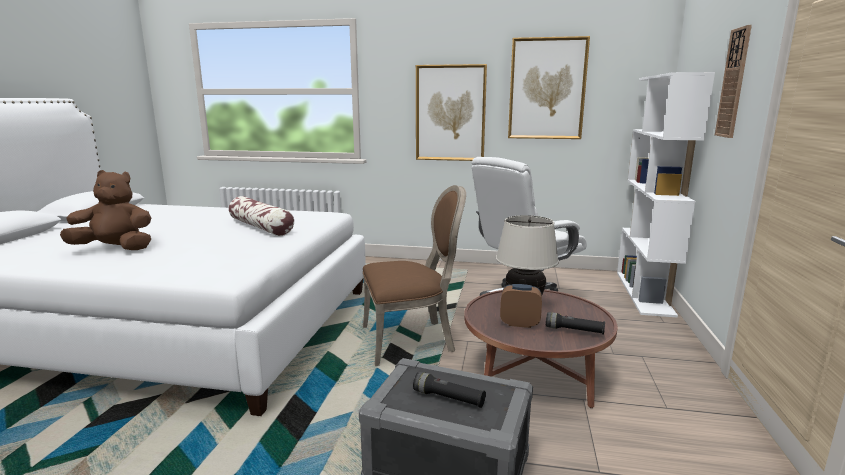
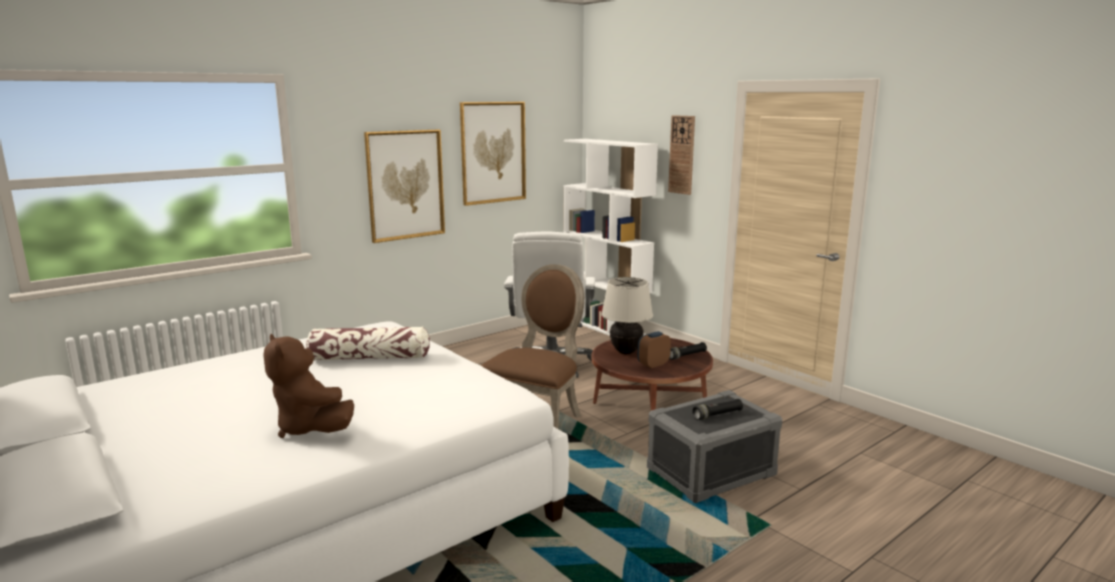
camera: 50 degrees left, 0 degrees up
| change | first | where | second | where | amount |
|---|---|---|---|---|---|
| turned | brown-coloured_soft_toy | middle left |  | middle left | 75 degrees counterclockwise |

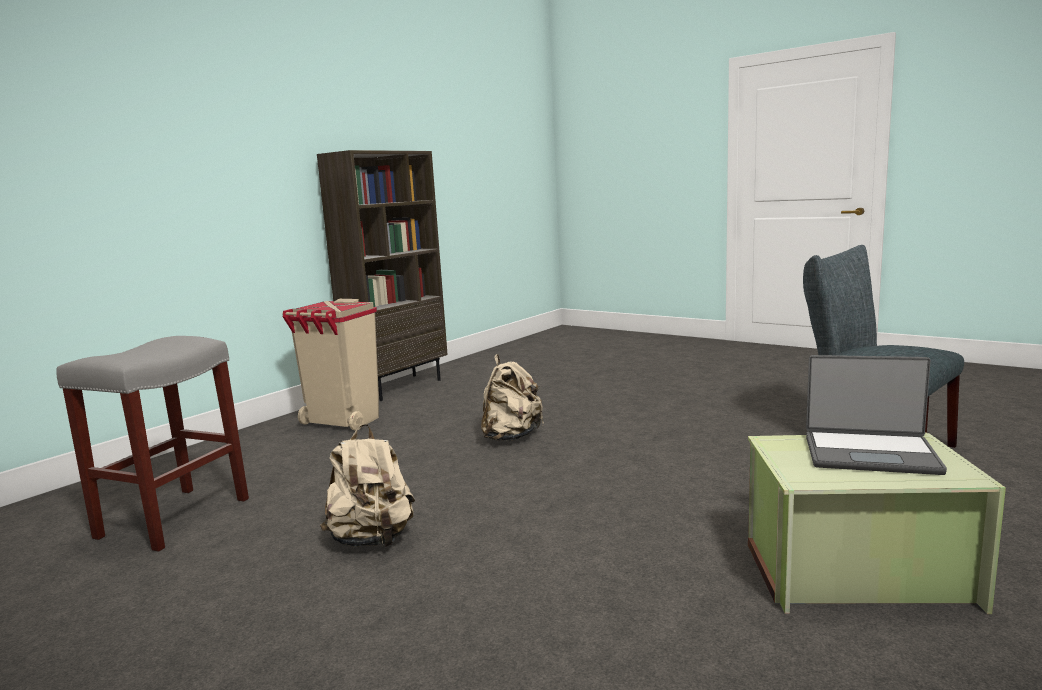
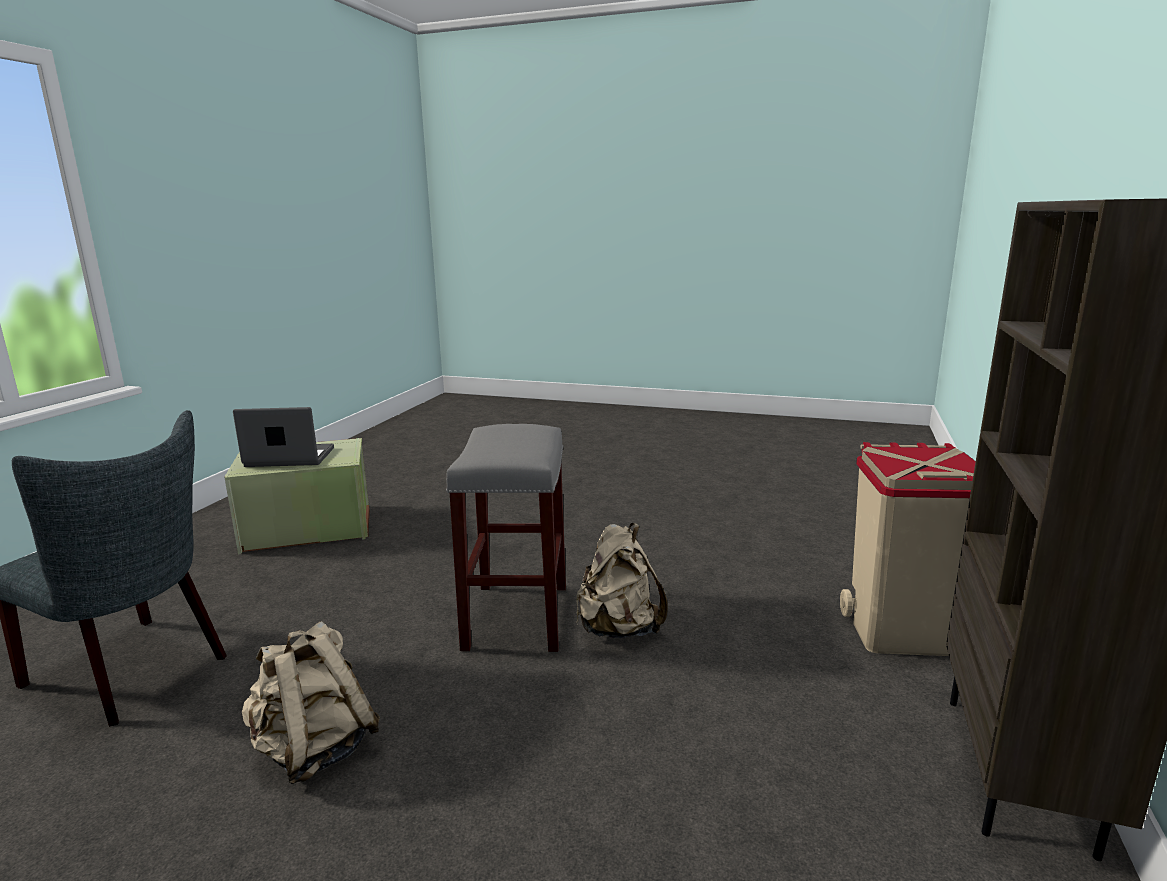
camera: 160 degrees right, 5 degrees up
| change | first | where | second | where | amount |
|---|---|---|---|---|---|
| moved | gray_stool | middle left |  | centre |  |
| moved | sand-coloured_rucksack (1st from left) | bottom centre |  | bottom left |  |

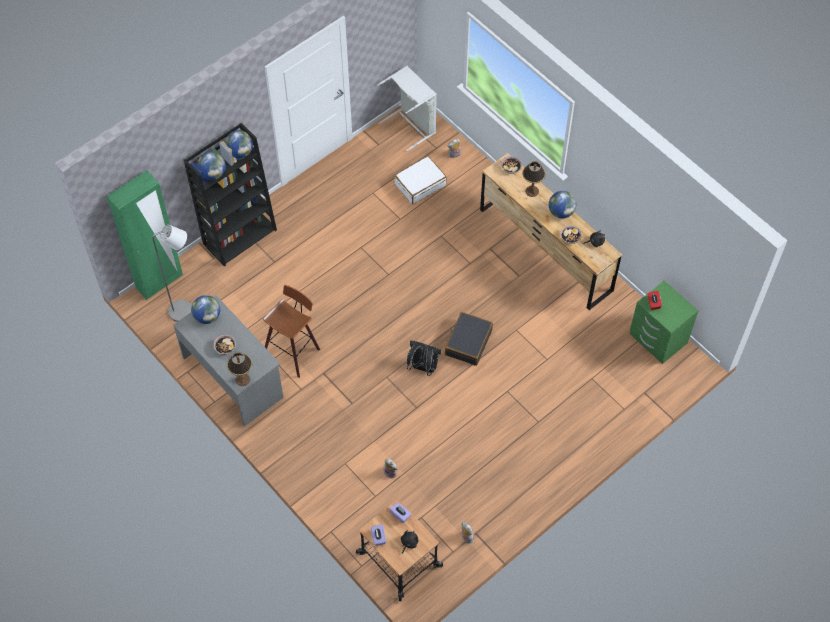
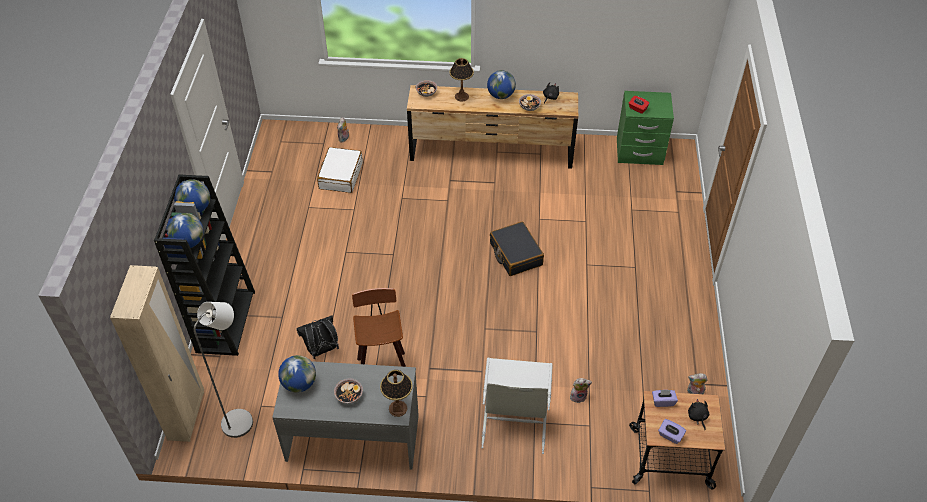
camera: 45 degrees left, 10 degrees down
| change | first | where | second | where | amount |
|---|---|---|---|---|---|
| recoloured | green-coloured_armoire | middle left | sand-coloured_armoire | bottom left |  |
| moved | gray_laundry_basket | top centre |  | bottom centre |  |
| moved | black_rucksack | centre |  | bottom centre |  |

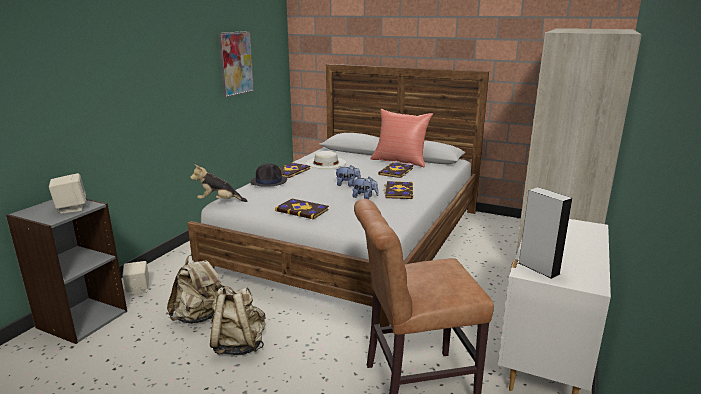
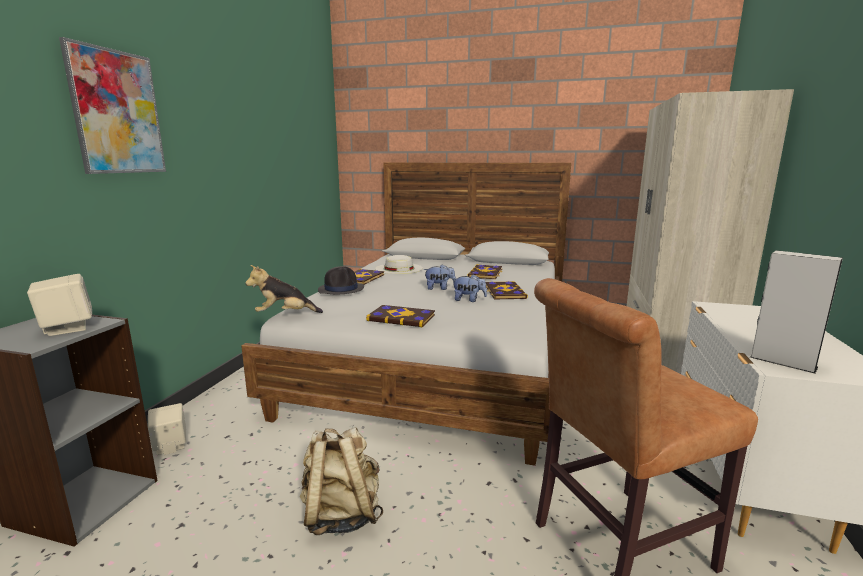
camera: 10 degrees left, 5 degrees down
| change | first | where | second | where | amount |
|---|---|---|---|---|---|
| removed | sand-coloured_rucksack (1st from left) | bottom left |  |  |  |
| moved | wall_picture | top centre |  | top left |  |
| removed | red-coloured_pillow | centre |  |  |  |

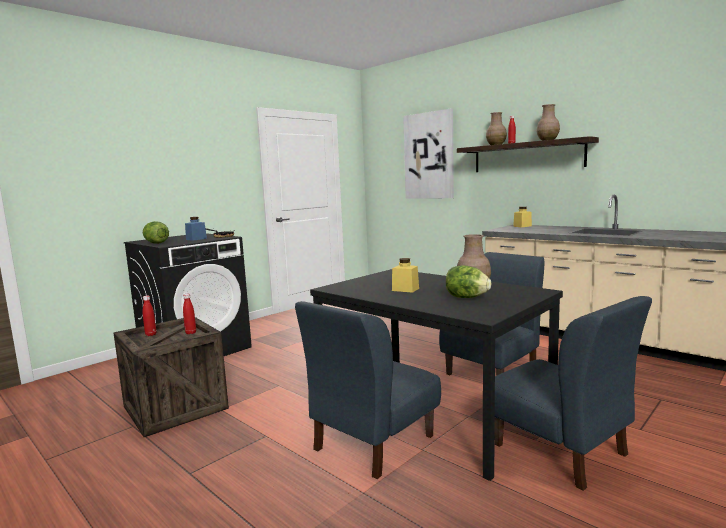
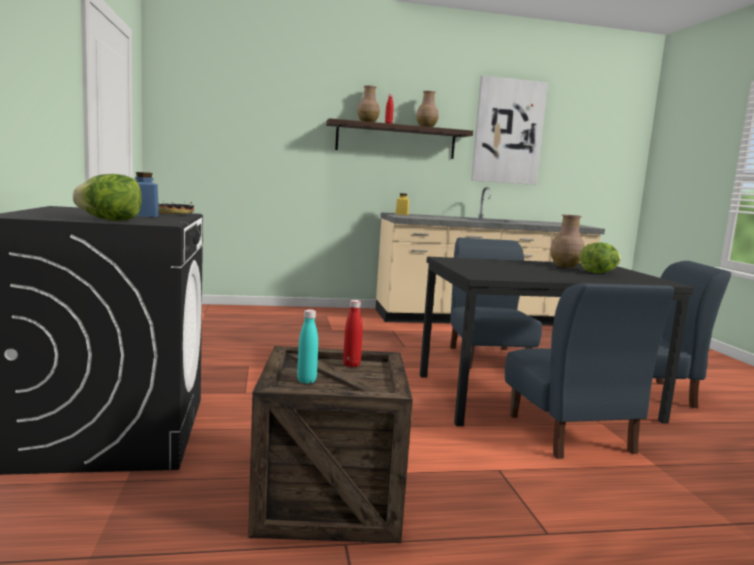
camera: 55 degrees left, 0 degrees up
| change | first | where | second | where | amount |
|---|---|---|---|---|---|
| recoloured | red-coloured_drink_bottle (1st from left) | middle left | turquoise-coloured_drink_bottle | centre |  |
| removed | yellow-coloured_storage_jar (1st from left) | centre |  |  |  |
| moved | wall_picture | top centre |  | top right |  |

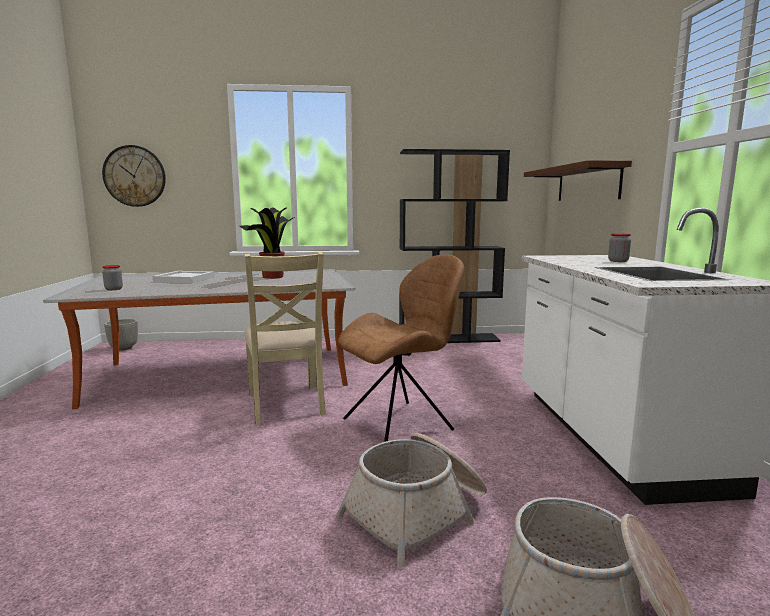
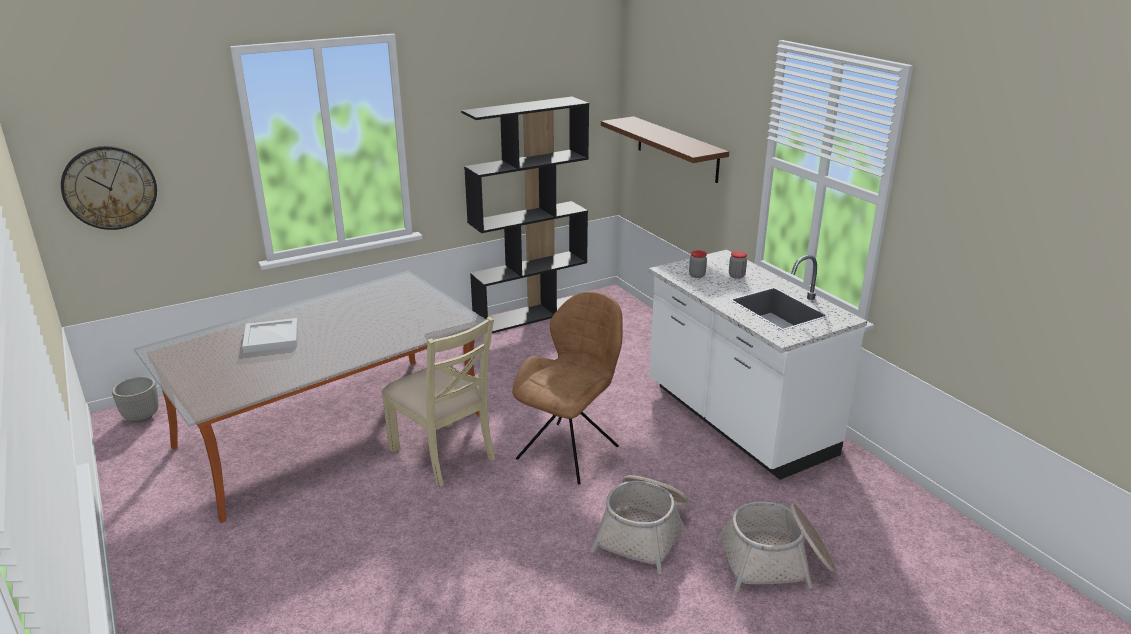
camera: 25 degrees left, 15 degrees up
| change | first | where | second | where | amount |
|---|---|---|---|---|---|
| moved | storage_jar (1st from left) | middle left |  | centre |  |
| removed | potted_plant | centre |  |  |  |

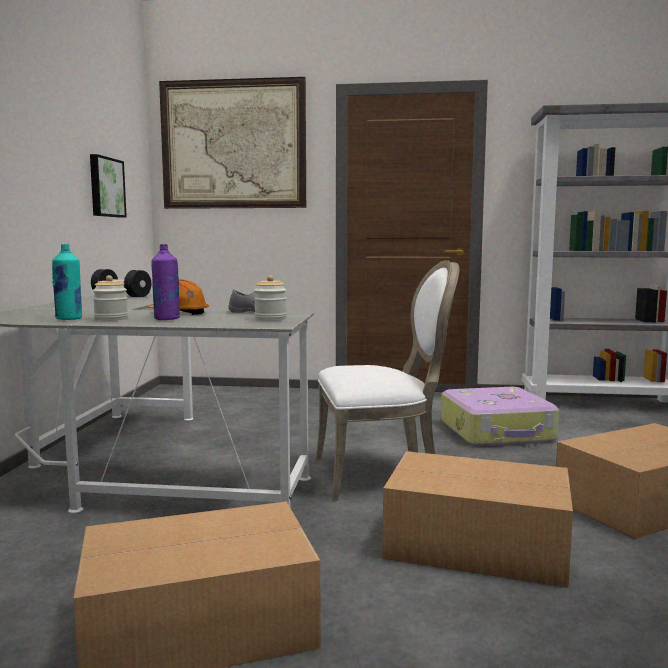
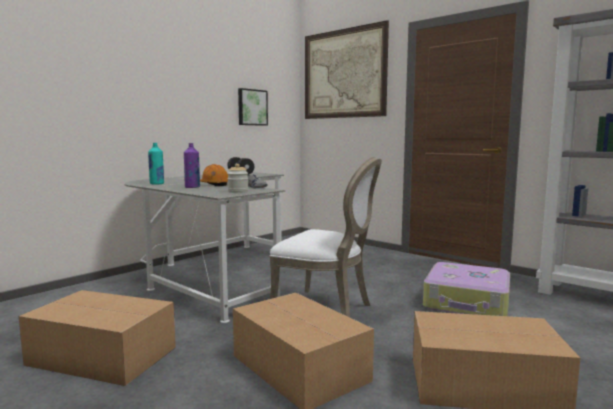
camera: 35 degrees right, 0 degrees up
| change | first | where | second | where | amount |
|---|---|---|---|---|---|
| removed | storage_jar (1st from left) | middle left |  |  |  |

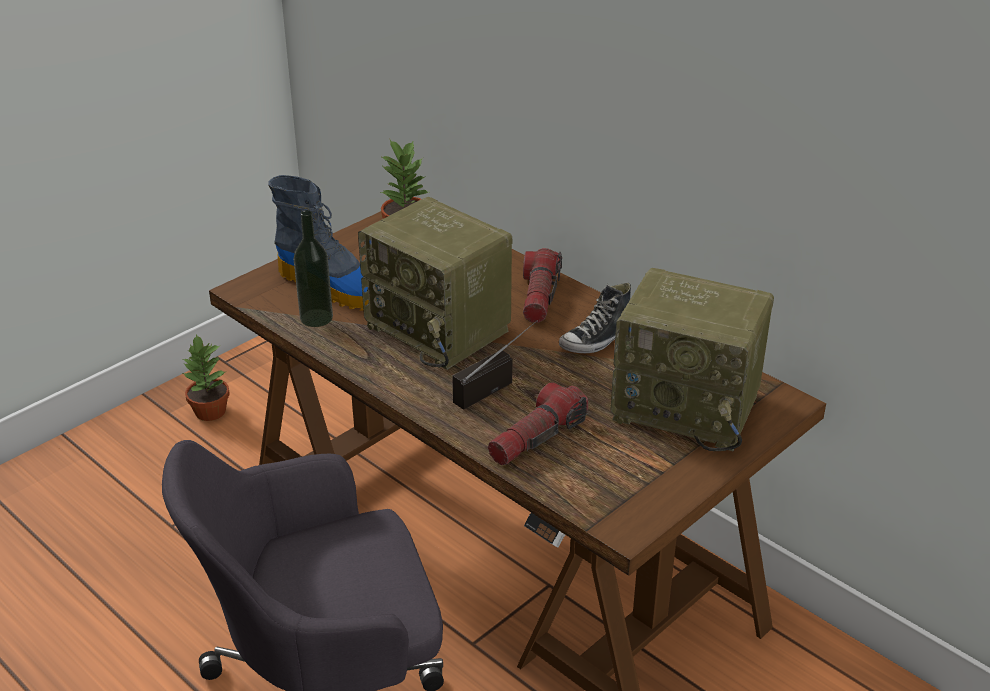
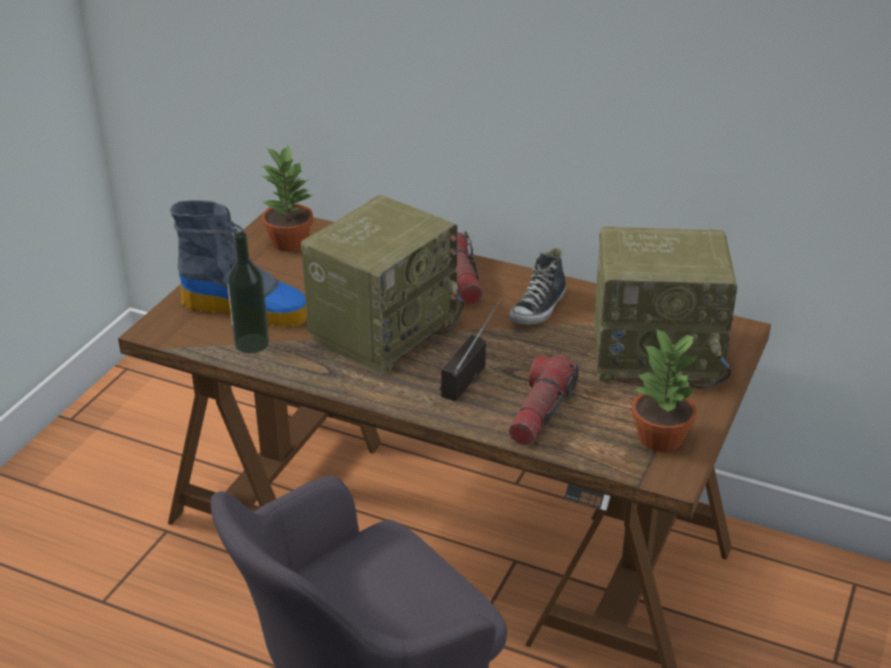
camera: 20 degrees left, 0 degrees up
| change | first | where | second | where | amount |
|---|---|---|---|---|---|
| moved | potted_plant (1st from left in the first image) | middle left | potted_plant (2nd from left) | middle right |  |
| turned | radio_receiver (1st from left) | centre |  | centre | 75 degrees counterclockwise |

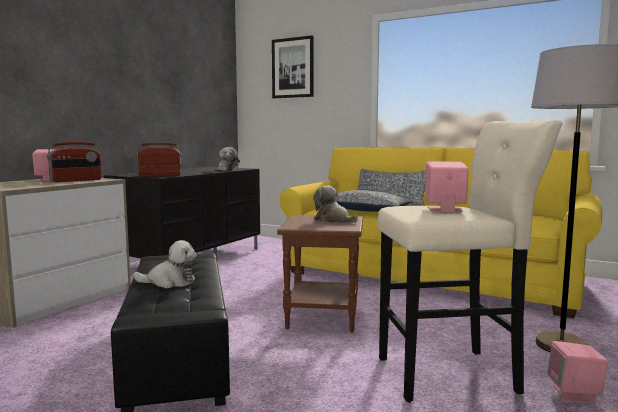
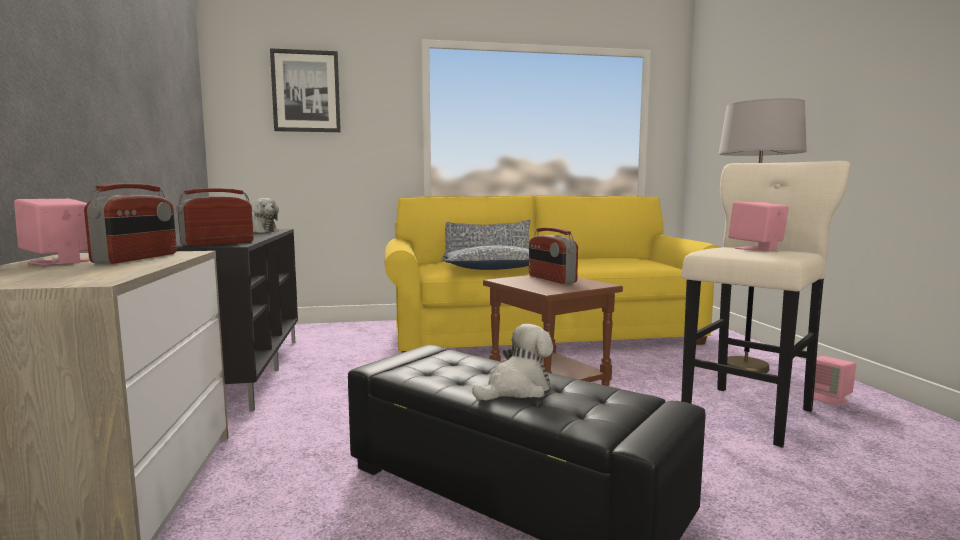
camera: 40 degrees left, 0 degrees up
| change | first | where | second | where | amount |
|---|---|---|---|---|---|
| replaced | soft_toy (3rd from left) | centre | radio_receiver (3rd from left) | centre |  |

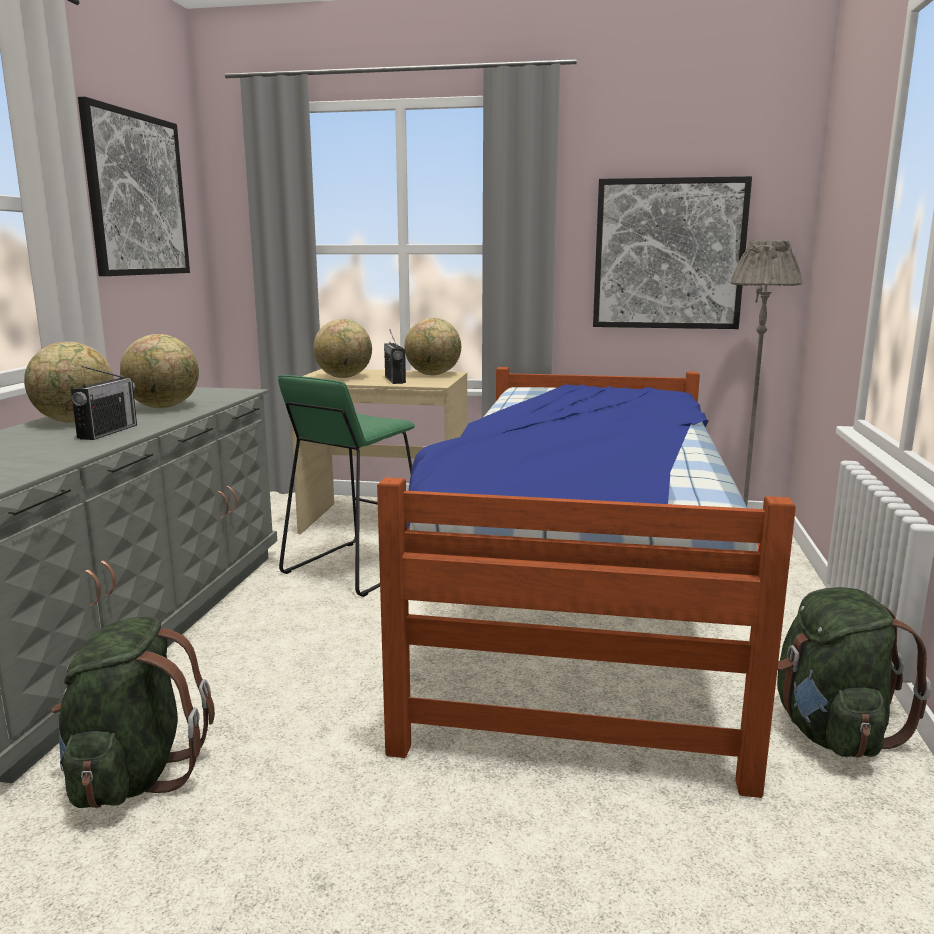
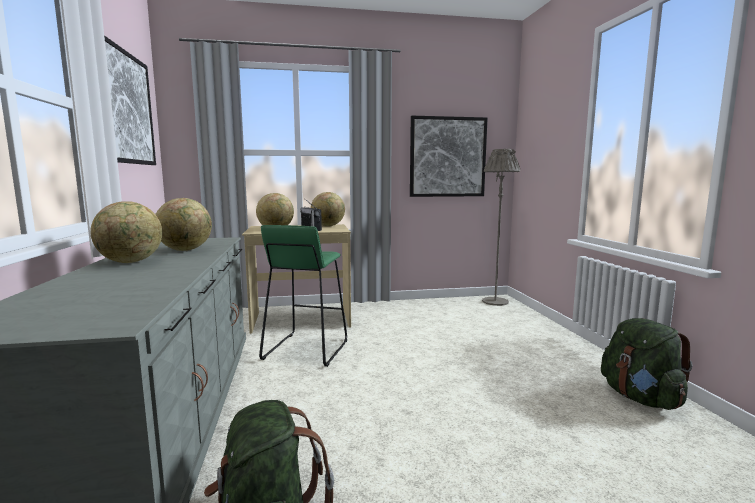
camera: 20 degrees left, 5 degrees down
| change | first | where | second | where | amount |
|---|---|---|---|---|---|
| removed | radio_receiver (1st from left) | middle left |  |  |  |
| removed | bedroom_bed | centre |  |  |  |

